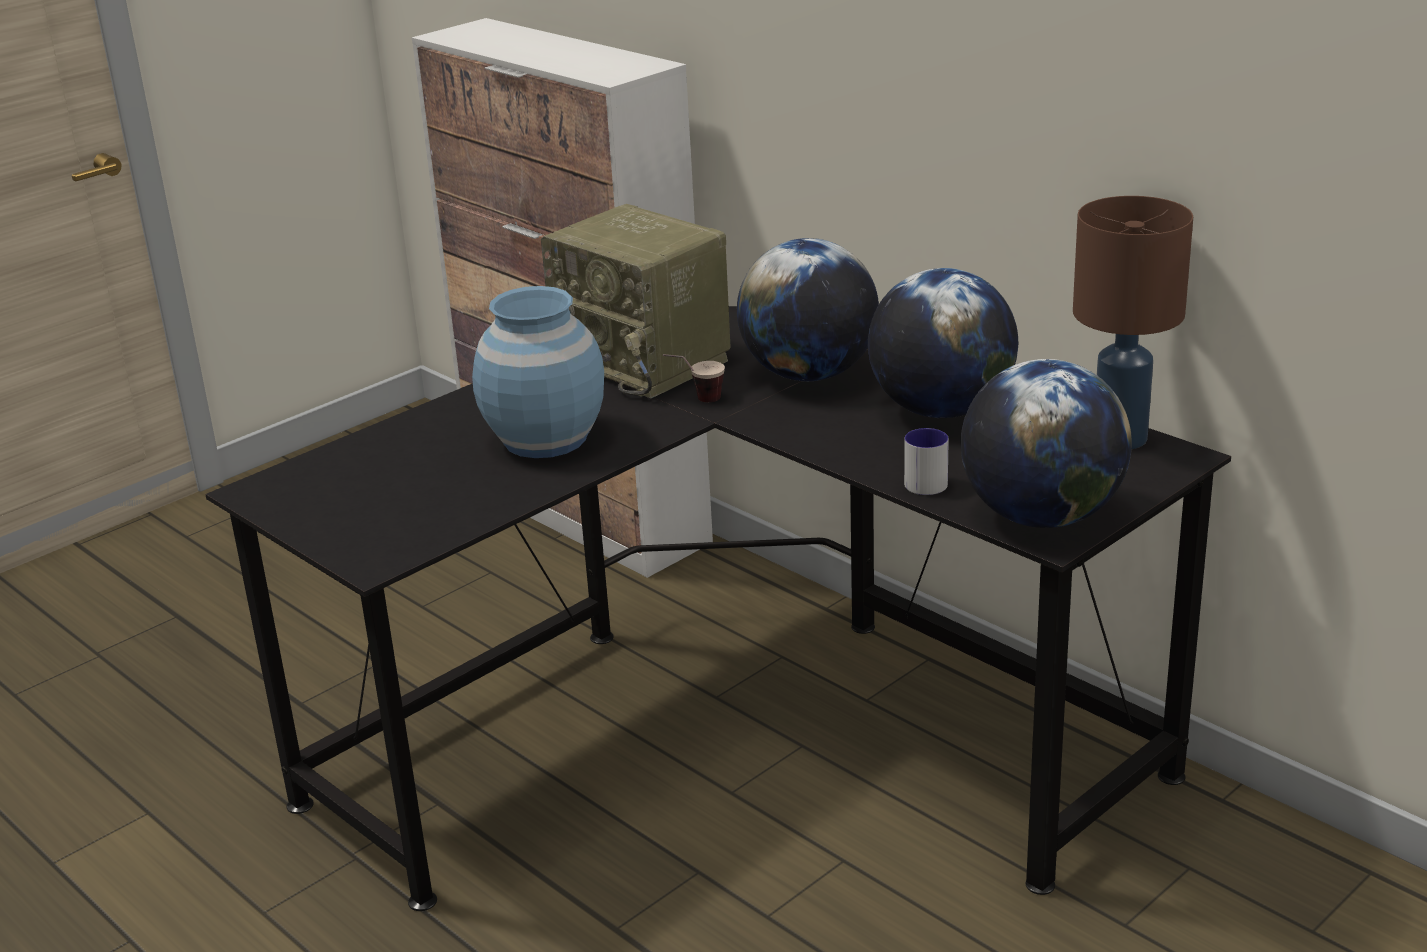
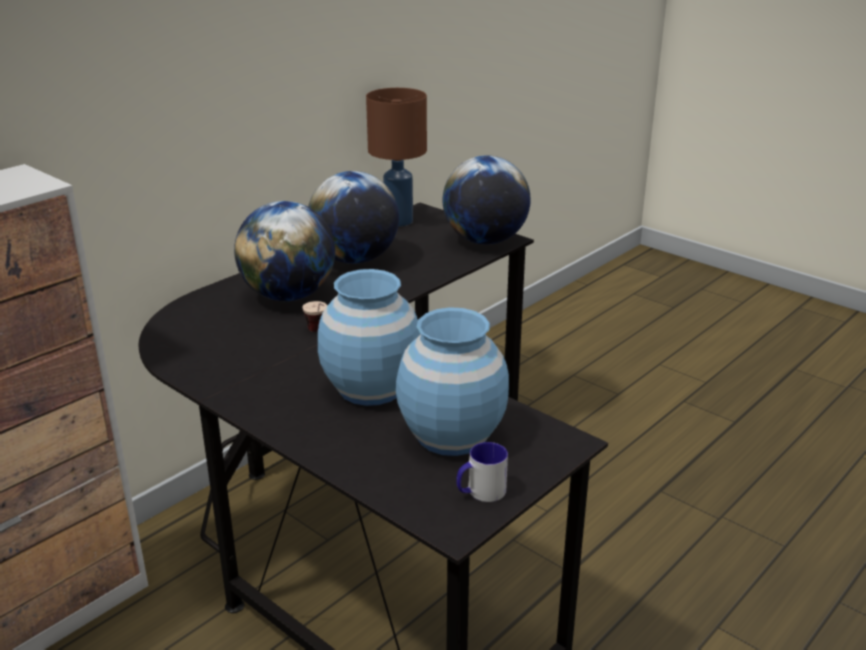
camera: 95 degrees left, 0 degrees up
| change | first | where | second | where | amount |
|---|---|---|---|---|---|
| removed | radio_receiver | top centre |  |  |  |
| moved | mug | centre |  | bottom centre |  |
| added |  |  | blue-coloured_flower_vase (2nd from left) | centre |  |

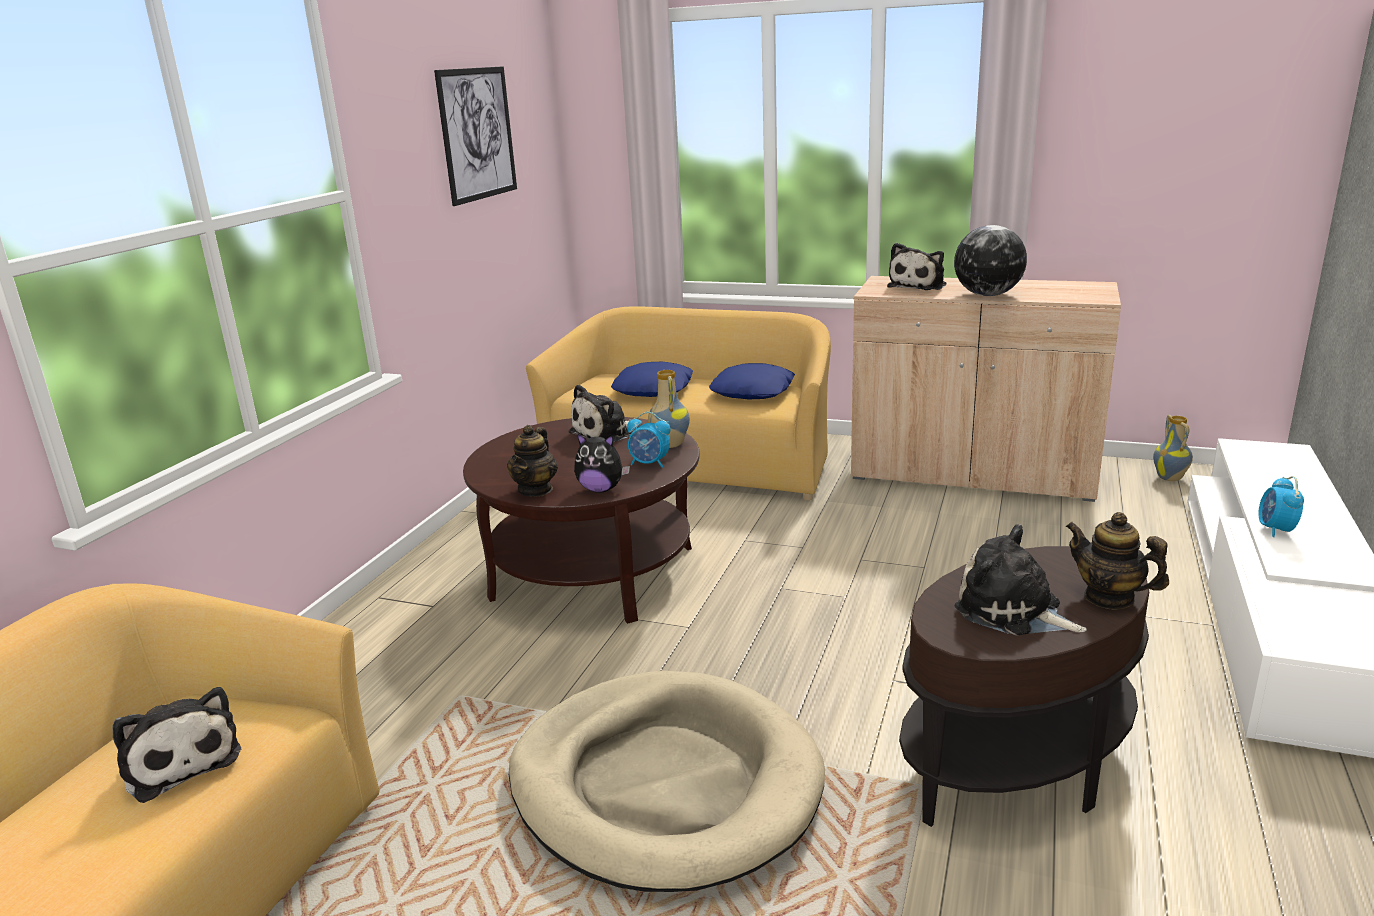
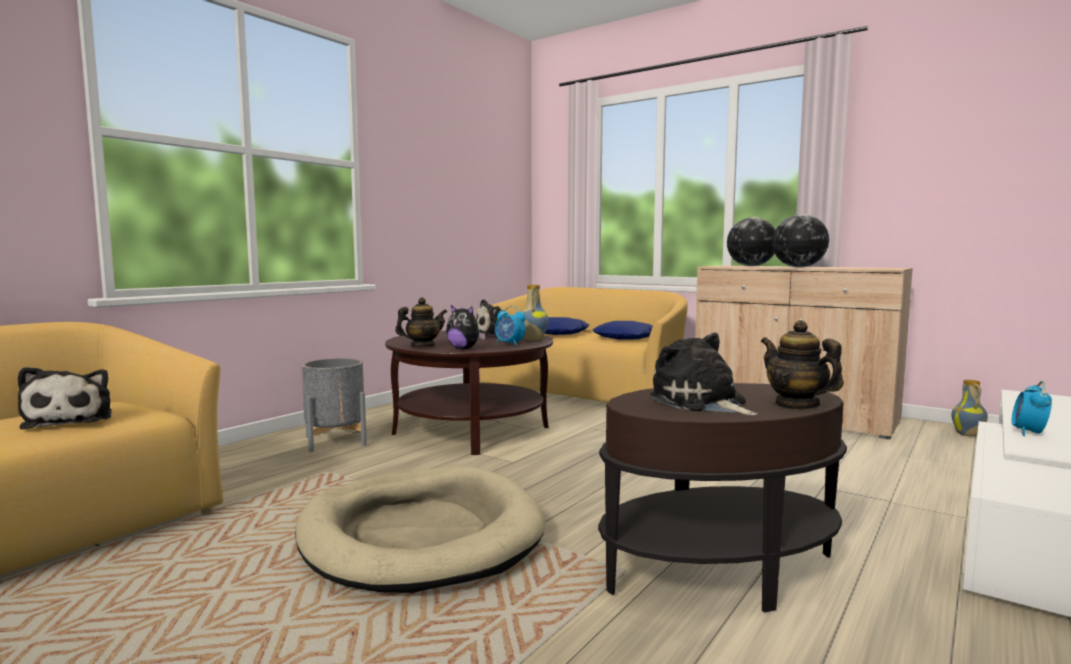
camera: 15 degrees right, 15 degrees down
| change | first | where | second | where | amount |
|---|---|---|---|---|---|
| removed | wall_picture | top centre |  |  |  |
| turned | pot_for_tea (1st from left) | centre |  | centre | 150 degrees counterclockwise |
| replaced | soft_toy (4th from left) | top right | desk_globe (1st from left) | middle right |  |
| added |  |  | gray_planter | middle left |  |

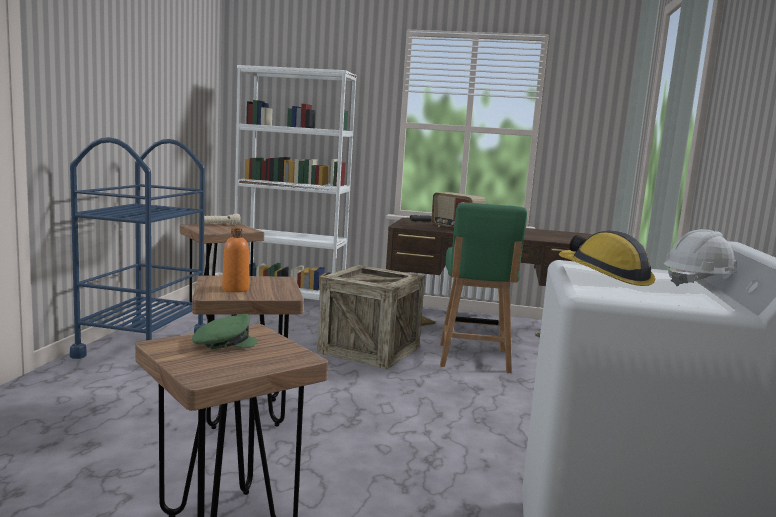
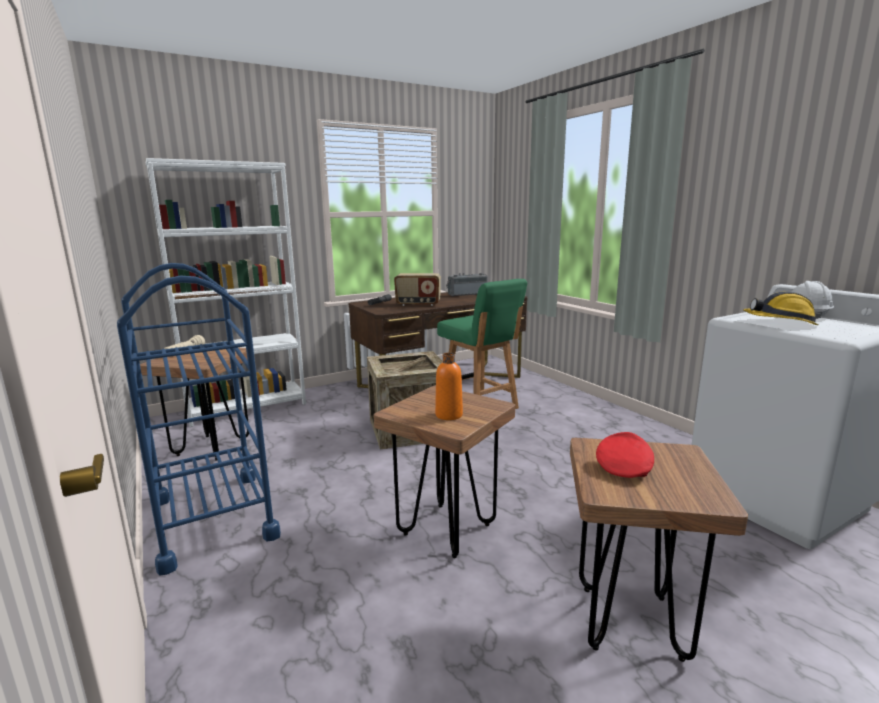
camera: 40 degrees left, 5 degrees up
| change | first | where | second | where | amount |
|---|---|---|---|---|---|
| recoloured | green-coloured_cap | middle left | red-coloured_cap | middle right |  |
| added |  |  | radio_receiver (2nd from left) | centre |  |

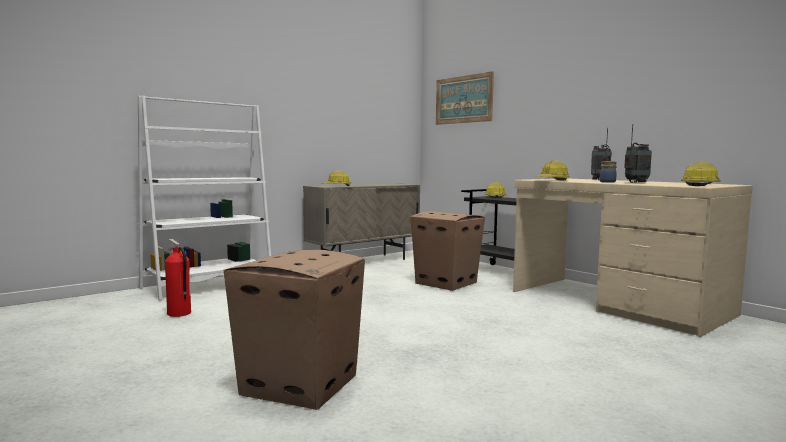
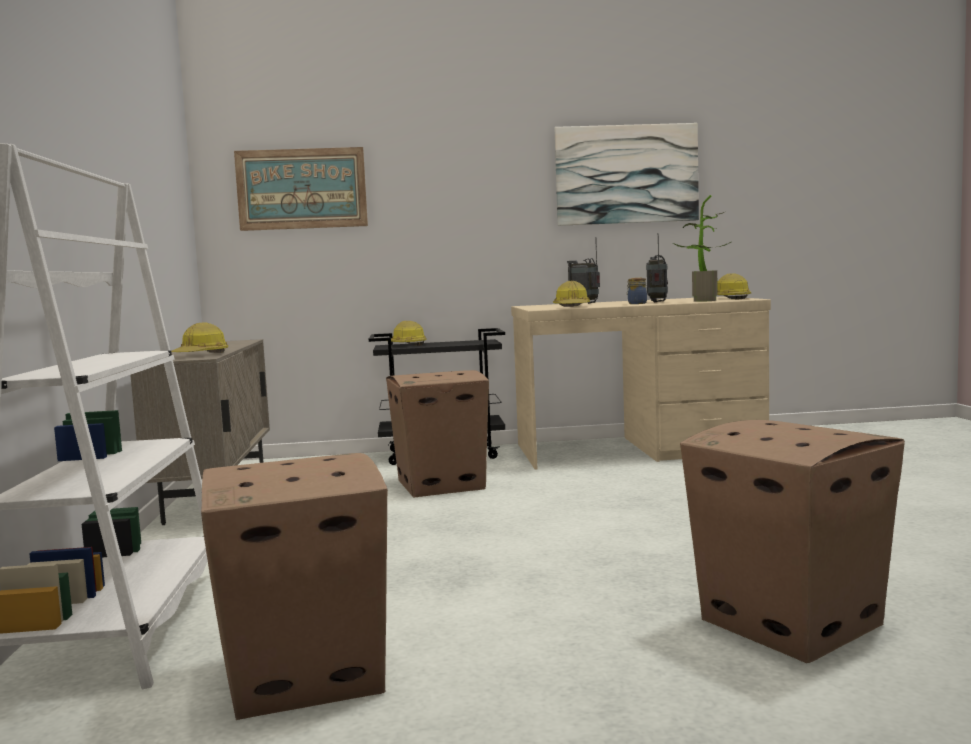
camera: 55 degrees left, 0 degrees up
| change | first | where | second | where | amount |
|---|---|---|---|---|---|
| replaced | fire-fighting_cylinder | middle left | carton (1st from left) | bottom left |  |
| added |  |  | wall_picture (2nd from left) | top centre |  |
| added |  |  | potted_plant | middle right |  |

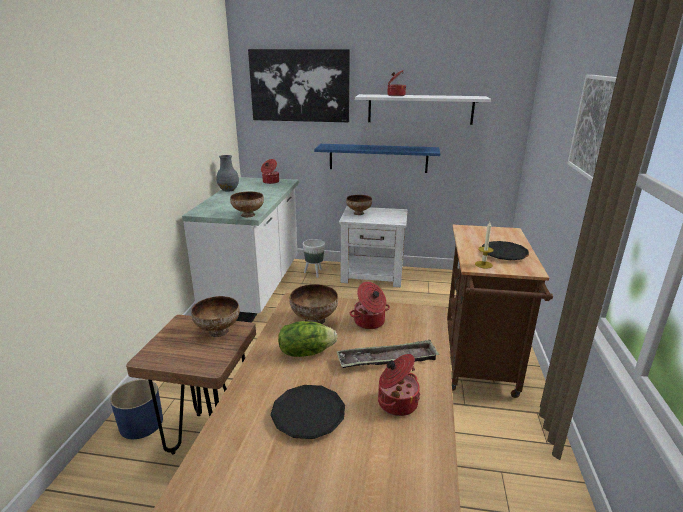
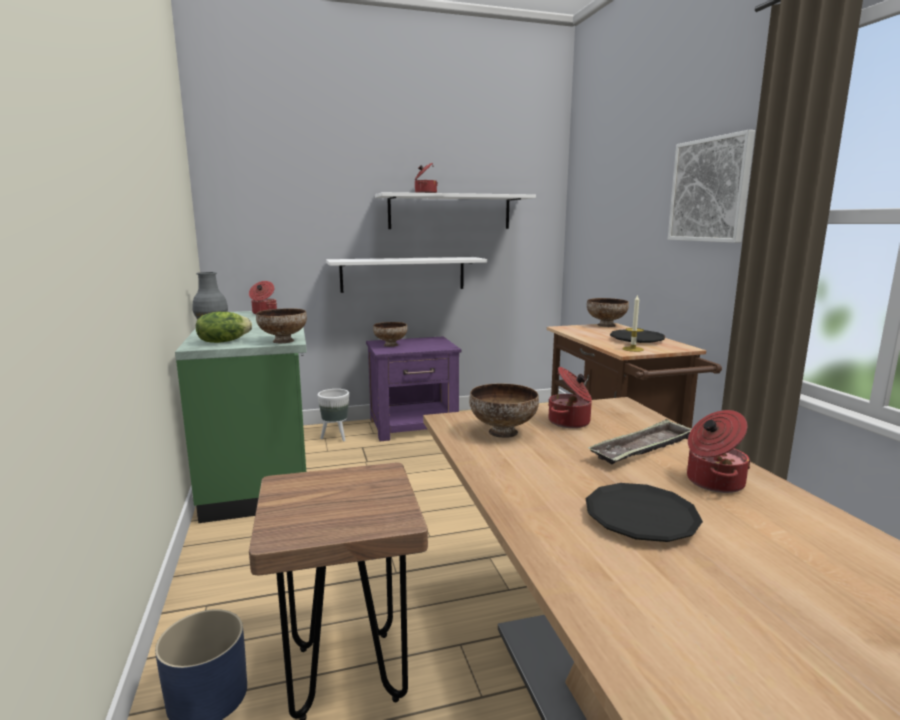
camera: 25 degrees left, 10 degrees down
| change | first | where | second | where | amount |
|---|---|---|---|---|---|
| recoloured | white-coloured_kitchen_counter | centre | green-coloured_kitchen_counter | middle left |  |
| moved | serving_bowl (1st from left in the first image) | middle left | serving_bowl (4th from left) | middle right |  |
| removed | wall_picture (1st from left) | top centre |  |  |  |
| moved | lettuce | centre |  | middle left |  |
| recoloured | blue-coloured_bracket_shelf | top centre | white-coloured_bracket_shelf (1st from left) | centre |  |
| recoloured | white-coloured_night_table | centre | purplish_night_table | centre |  |

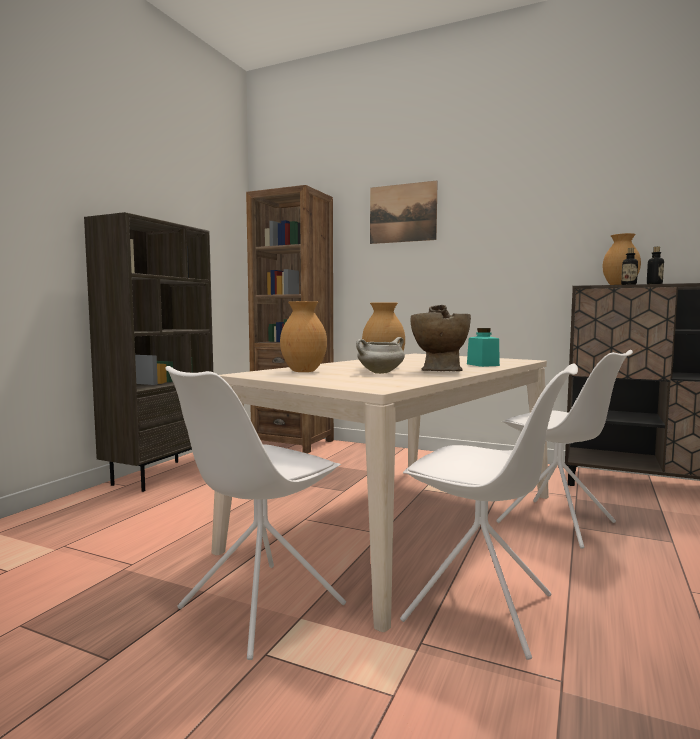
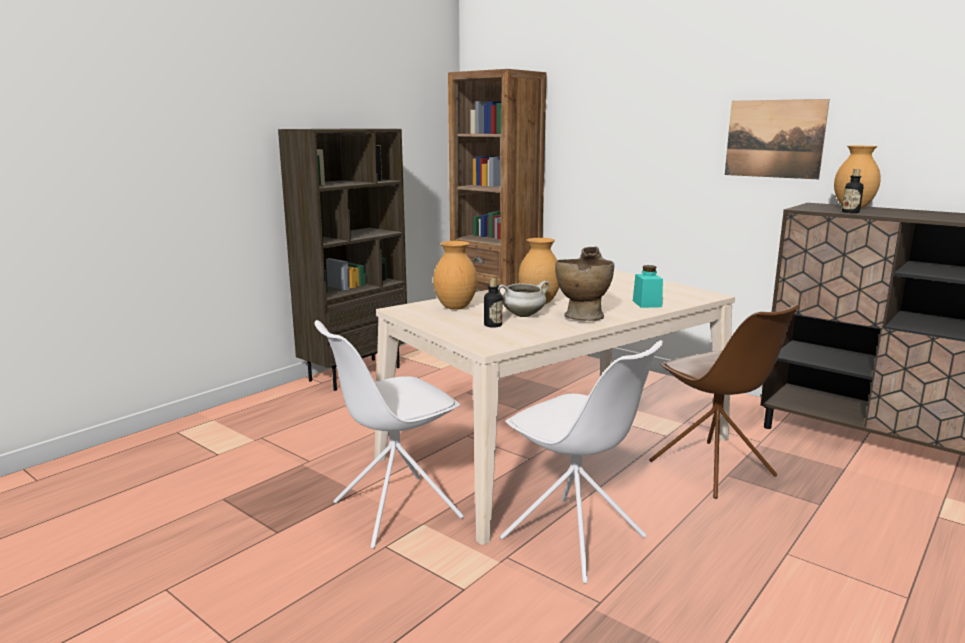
camera: 15 degrees right, 10 degrees up
| change | first | where | second | where | amount |
|---|---|---|---|---|---|
| moved | wall_picture | top centre |  | top right |  |
| recoloured | white-coloured_upright_chair (3rd from left) | middle right | brown-coloured_upright_chair | middle right |  |
| moved | drink_bottle (2nd from left in the first image) | middle right | drink_bottle (1st from left) | centre |  |

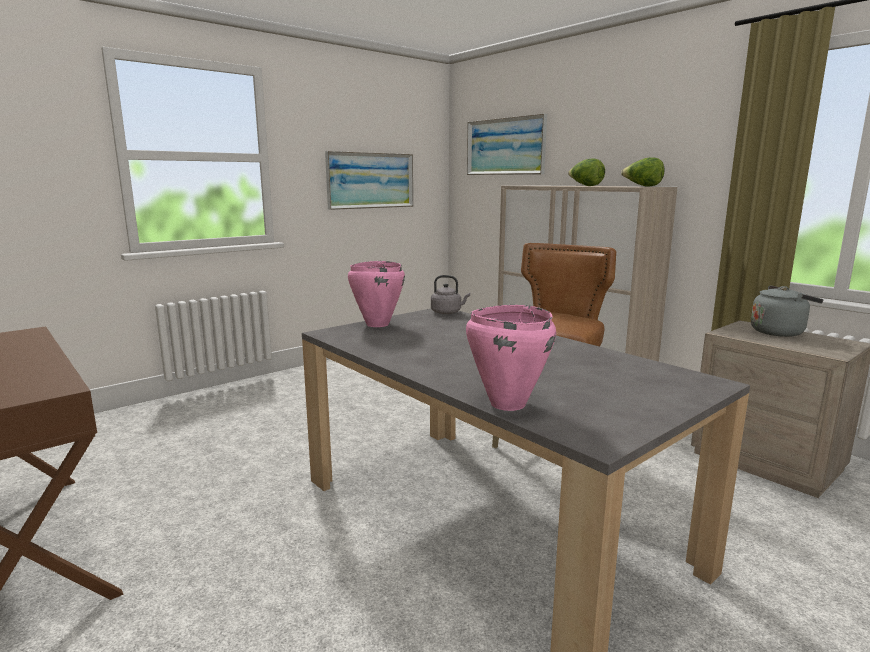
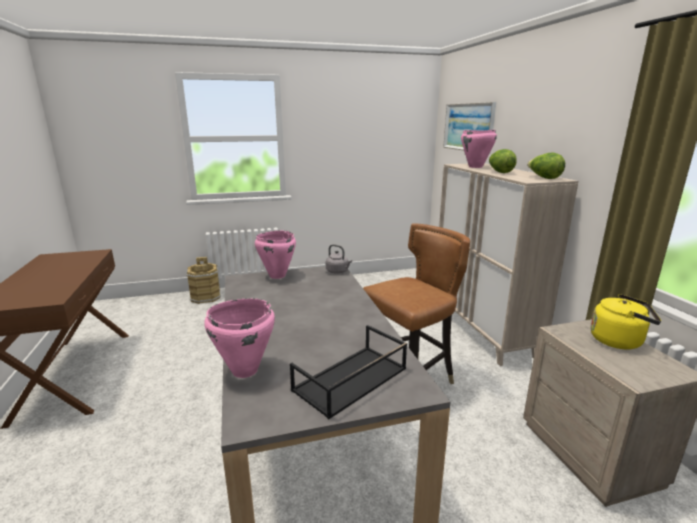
camera: 25 degrees right, 5 degrees up
| change | first | where | second | where | amount |
|---|---|---|---|---|---|
| removed | wall_picture (1st from left) | top centre |  |  |  |
| recoloured | gray_water_kettle (2nd from left) | middle right | yellow-coloured_water_kettle | middle right |  |
| added |  |  | brown-coloured_water_bucket | middle left |  |
| added |  |  | black_serving_tray | bottom centre |  |
| added |  |  | pink_stockpot (3rd from left) | top right |  |

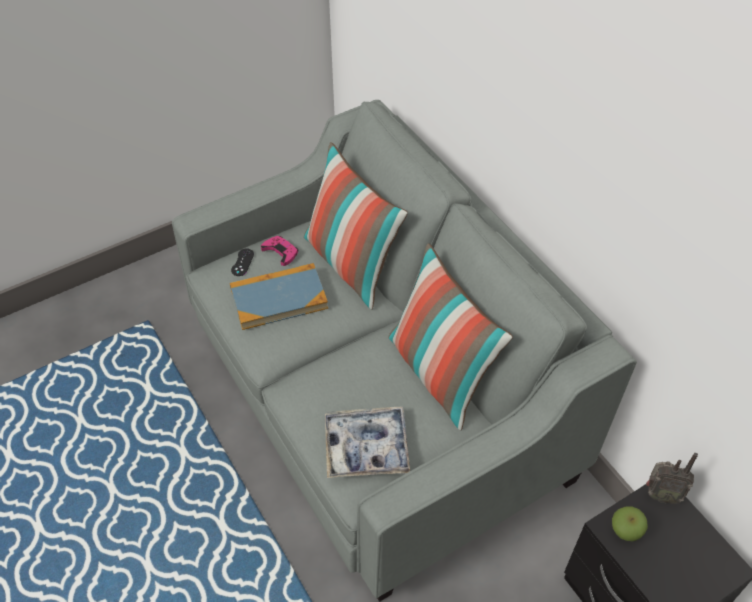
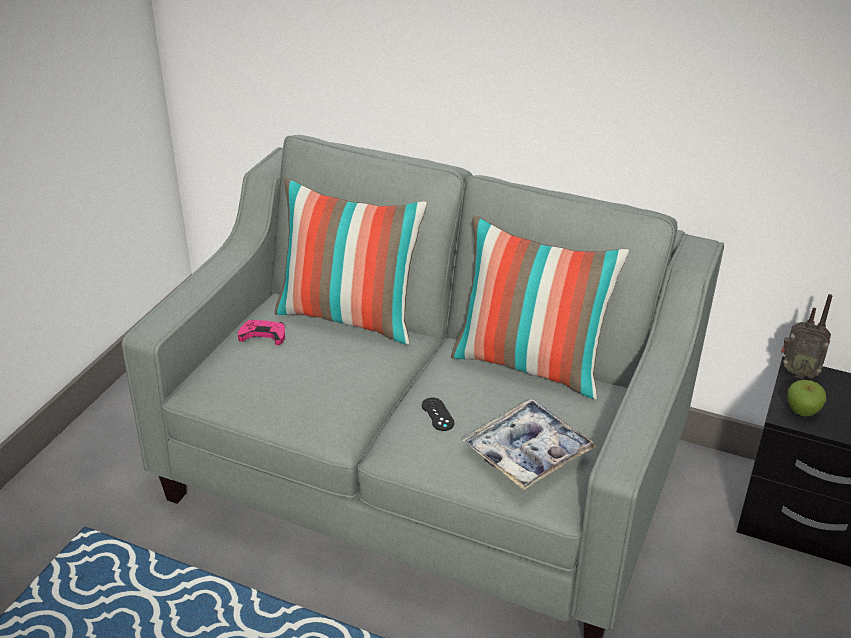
camera: 35 degrees left, 15 degrees down
| change | first | where | second | where | amount |
|---|---|---|---|---|---|
| removed | bound_book | centre |  |  |  |
| moved | black_joypad | middle left |  | centre |  |
| turned | radio_receiver | bottom right |  | middle right | 45 degrees clockwise |

